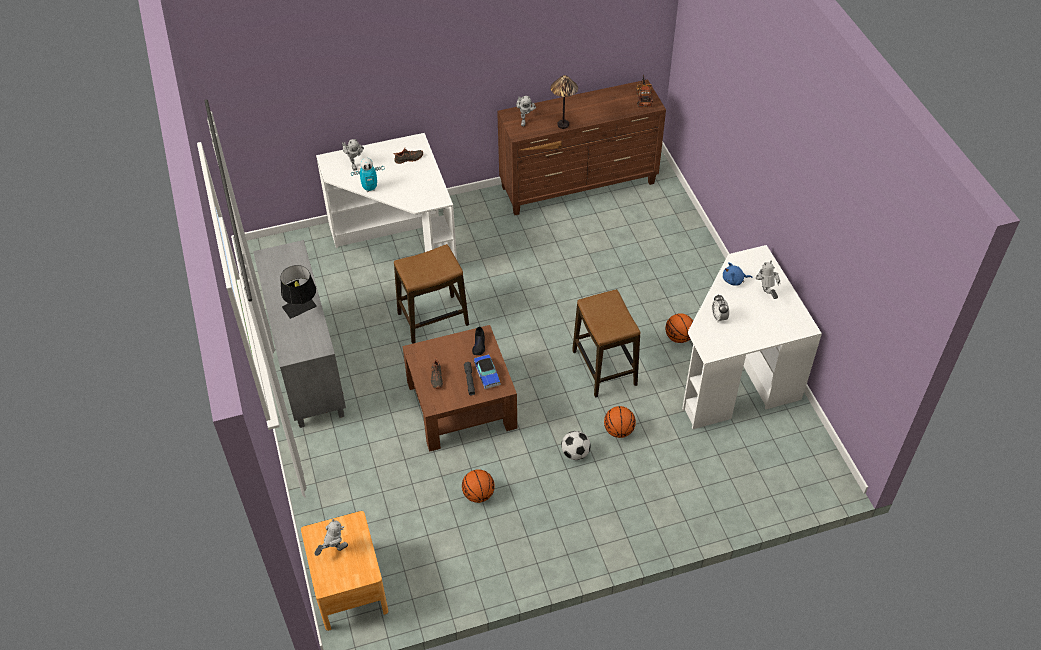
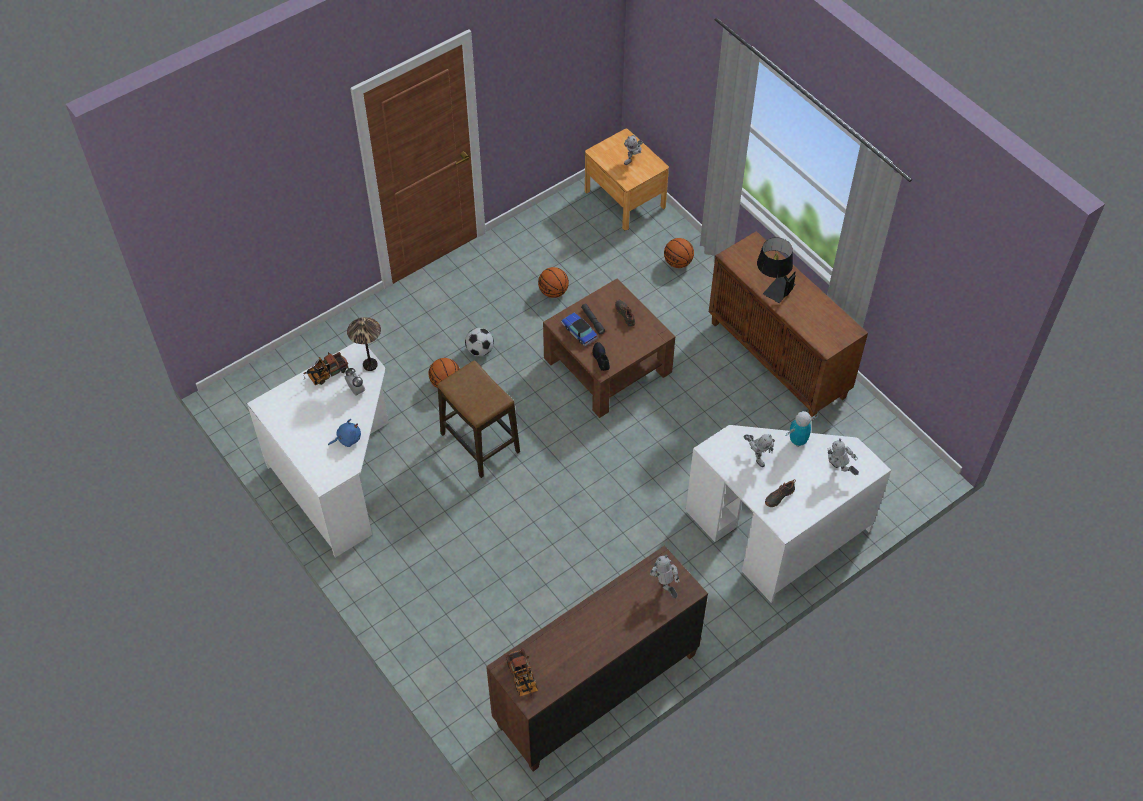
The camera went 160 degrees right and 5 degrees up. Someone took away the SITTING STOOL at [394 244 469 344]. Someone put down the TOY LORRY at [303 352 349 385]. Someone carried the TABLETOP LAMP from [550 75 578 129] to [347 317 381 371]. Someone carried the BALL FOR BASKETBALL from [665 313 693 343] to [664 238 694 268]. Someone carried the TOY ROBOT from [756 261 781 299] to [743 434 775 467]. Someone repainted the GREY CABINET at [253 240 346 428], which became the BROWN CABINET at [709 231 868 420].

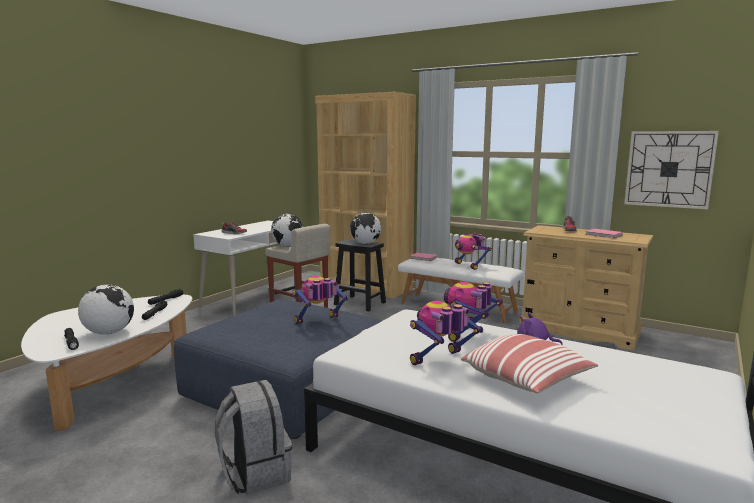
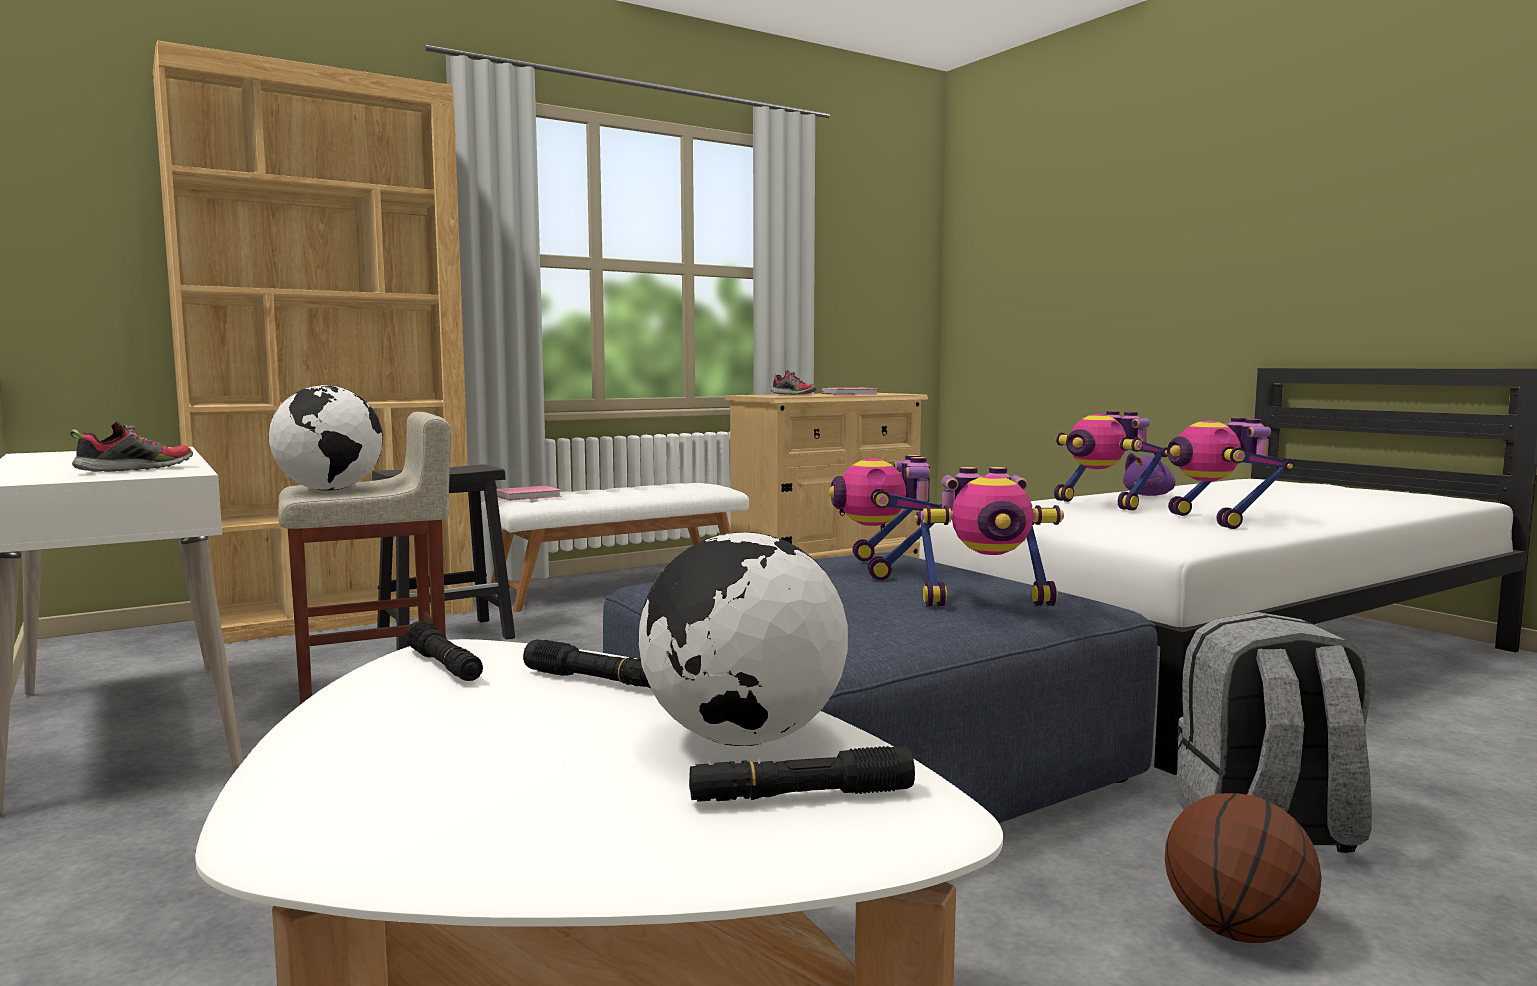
The camera went 65 degrees left and 5 degrees down. Someone took away the GLOBE at [350 213 381 244]. Someone took away the CUSHION at [461 334 598 393]. Someone took away the CLOCK ON THE WALL at [624 131 719 209]. Someone put down the BALL FOR BASKETBALL at [1165 793 1322 943]. Someone carried the TOY ROBOT from [455 233 492 270] to [914 467 1064 606].

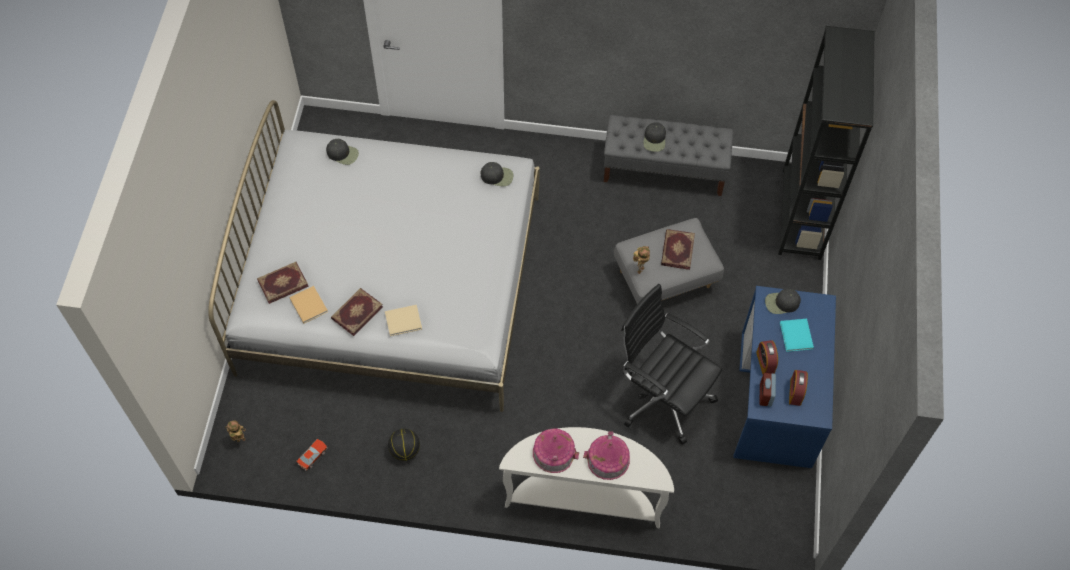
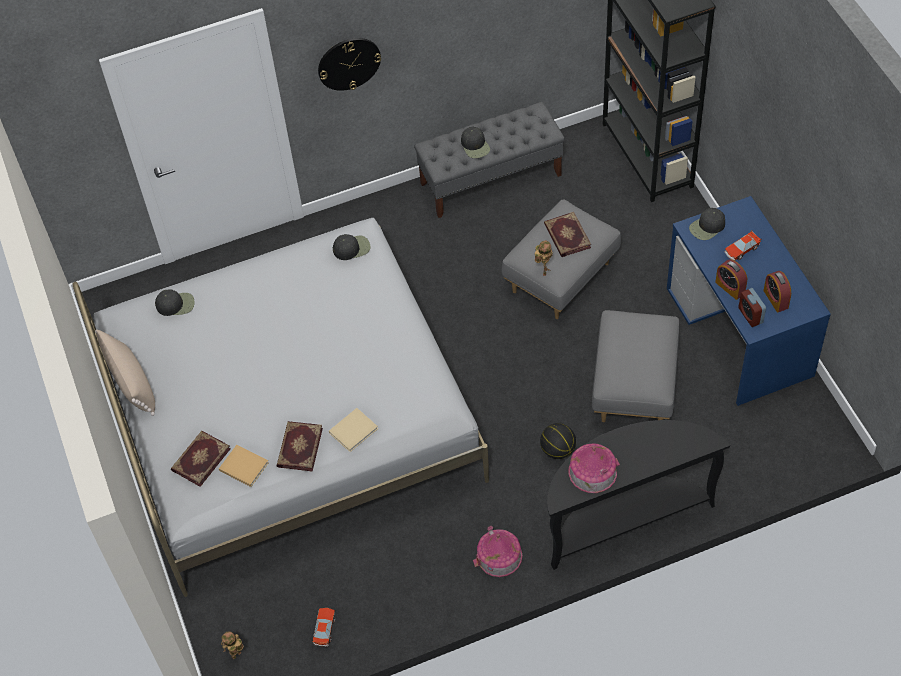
The camera went 25 degrees left and 5 degrees down. Someone put down the BEIGE CUSHION at [95 329 155 416]. Someone put up the CLOCK ON THE WALL at [318 38 381 91]. Someone carried the BALL FOR BASKETBALL from [388 429 420 461] to [540 423 576 459]. Someone carried the TOY HOUSE from [583 431 630 480] to [473 526 522 577]. Someone swapped the BLACK OFFICE CHAIR at [621 284 722 445] for the GREY FOOTREST at [592 310 680 422]. Someone swapped the TURQUOISE-COLOURED BOUND BOOK at [780 319 814 352] for the MINIATURE CAR at [725 230 762 261]. Someone repainted the WHITE-COLOURED NARROW TABLE at [499 427 674 528], which became the BLACK NARROW TABLE at [547 420 730 570].

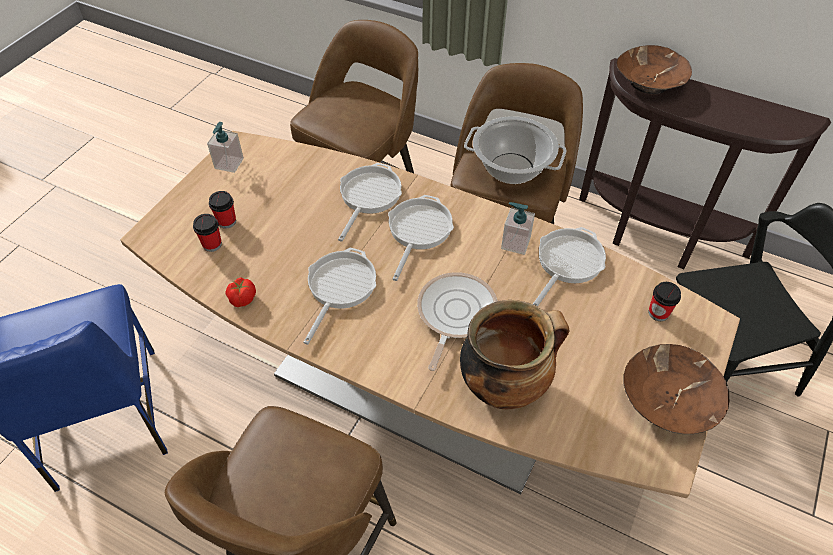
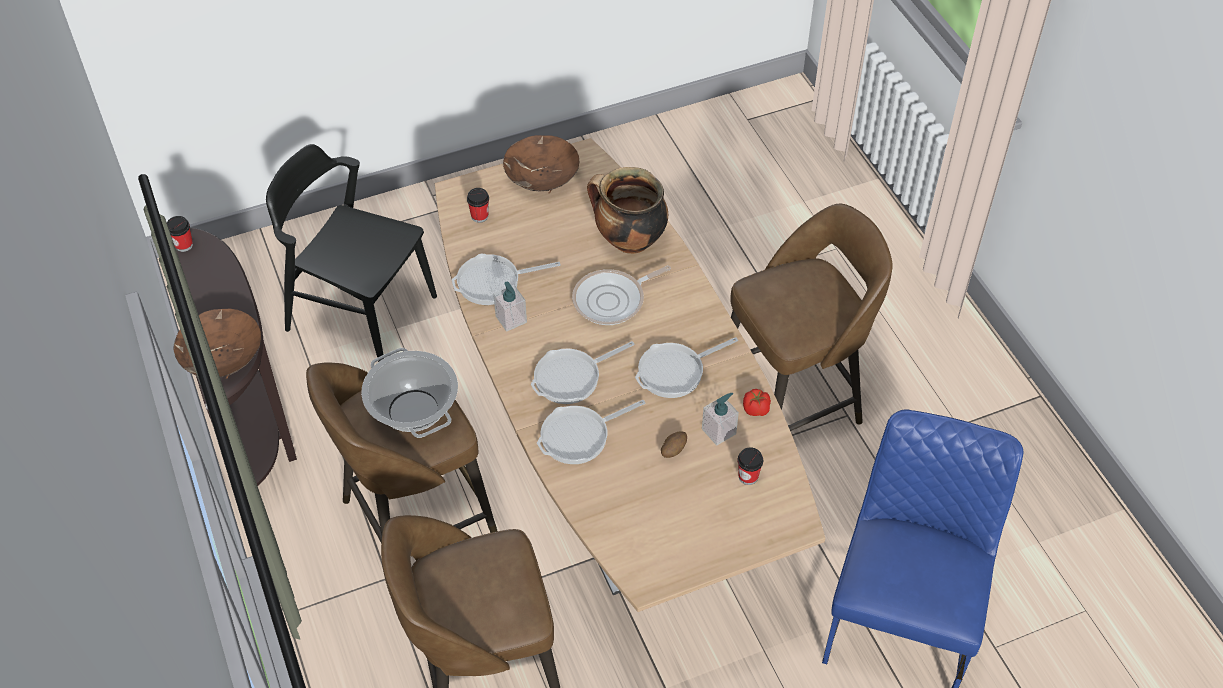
The camera went 140 degrees left and 0 degrees up. Someone put down the SPUD at [661 431 687 458]. Someone carried the SOAP BOTTLE from [207 122 244 173] to [702 393 739 446]. Someone carried the SMALL CUP from [209 191 236 229] to [167 216 193 252].

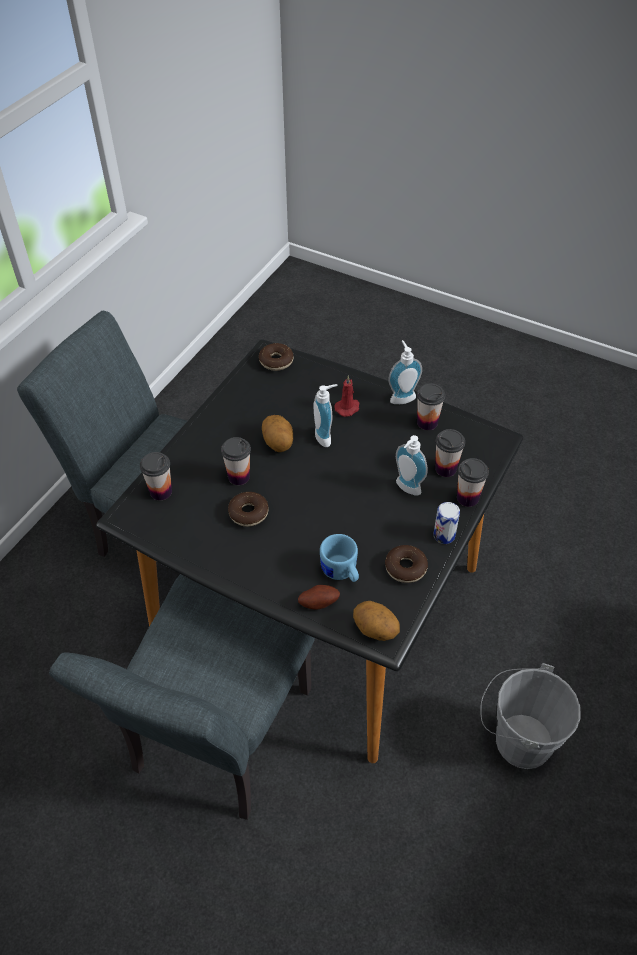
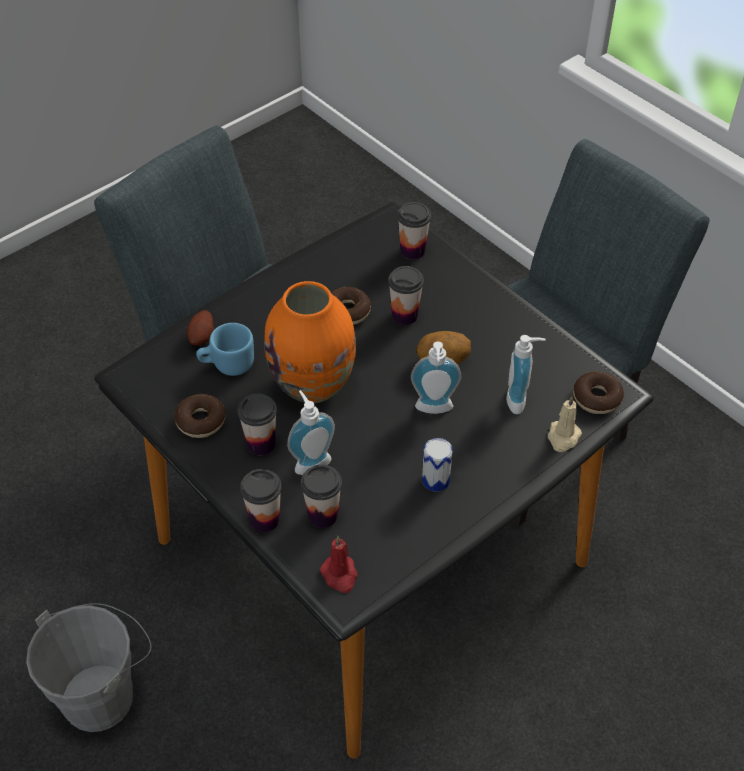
The camera went 110 degrees right and 0 degrees up. Someone took away the SPUD at [353 601 400 641]. Someone put down the ORANGE-COLOURED DECORATIVE VASE at [264 281 356 403]. Someone put down the BEIGE CANDLE at [548 396 582 452]. Someone carried the RED CANDLE from [334 375 359 417] to [320 536 357 593]. Someone carried the SOAP BOTTLE from [388 340 422 404] to [506 335 545 414]. Someone carried the SMALL CUP from [417 384 445 430] to [237 393 277 456]. Someone carried the CAN from [433 502 460 544] to [422 438 453 492].

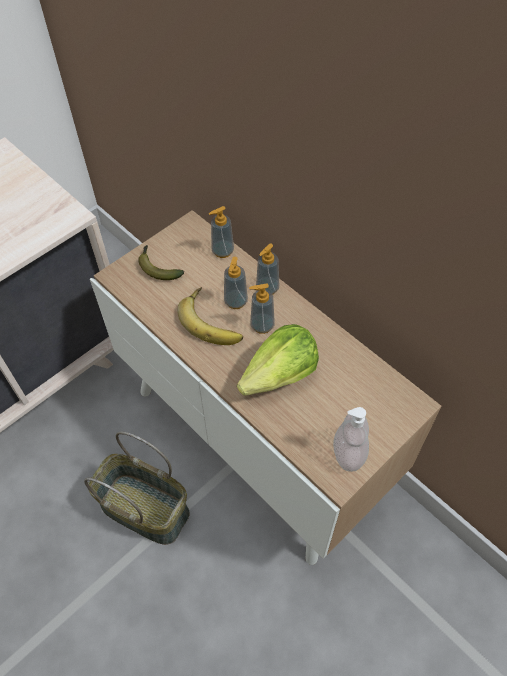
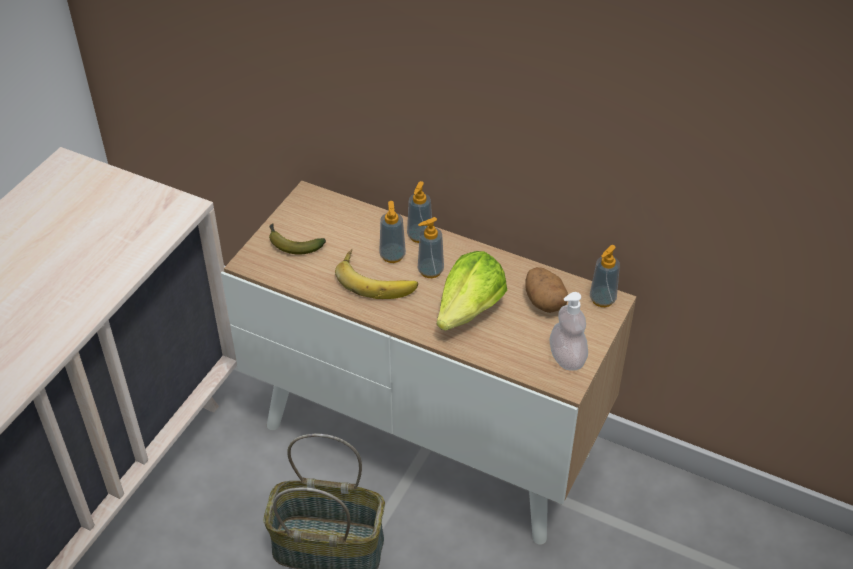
The camera went 20 degrees left and 10 degrees down. Someone put down the SPUD at [525 267 568 313]. Someone carried the SOAP BOTTLE from [209 206 234 258] to [590 245 620 307].

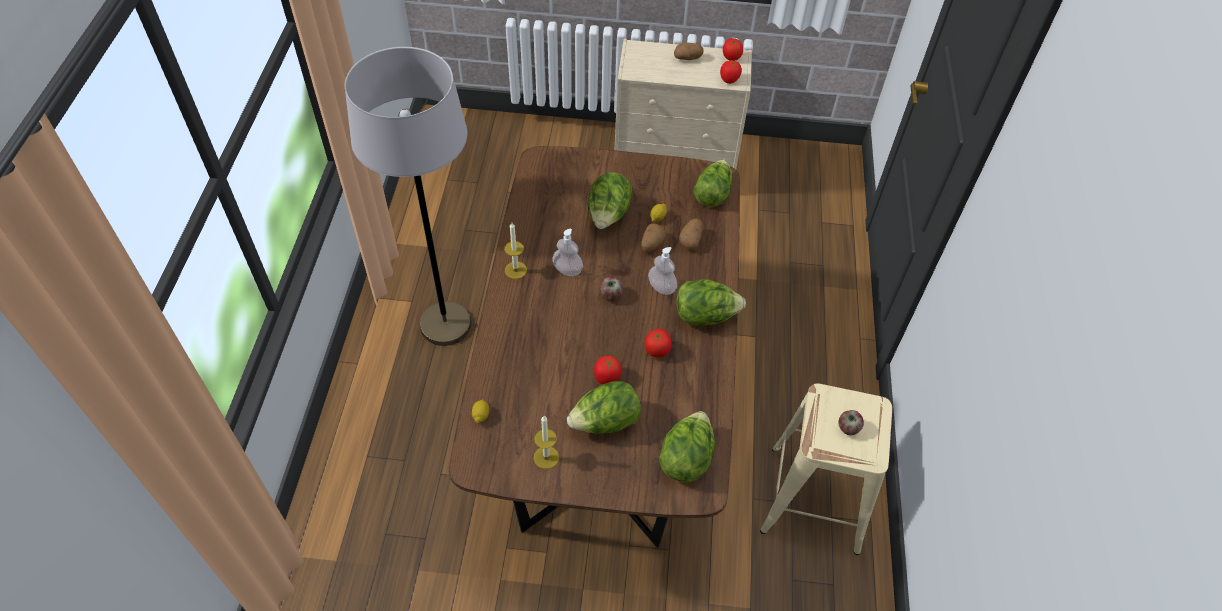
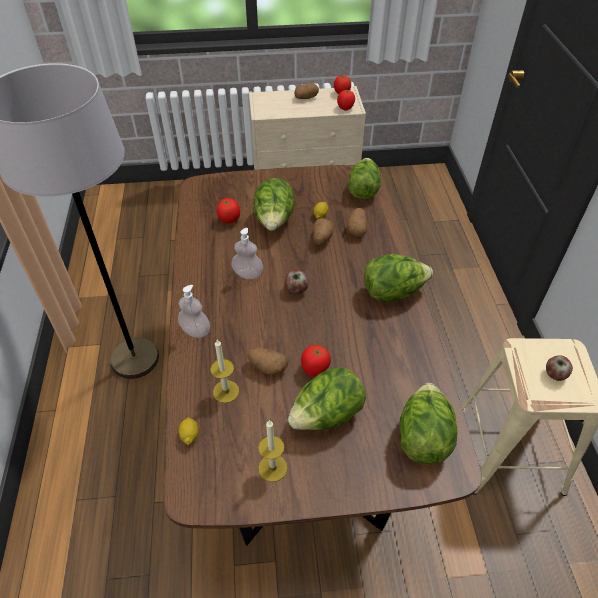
The camera went 10 degrees left and 5 degrees down. Someone put down the SPUD at [248 347 289 375]. Someone carried the CANDLE from [504 223 527 279] to [210 340 239 403]. Someone carried the WHOLE TOMATO from [645 329 672 357] to [217 198 240 223]. Someone carried the SOAP BOTTLE from [648 247 677 295] to [178 285 210 338].

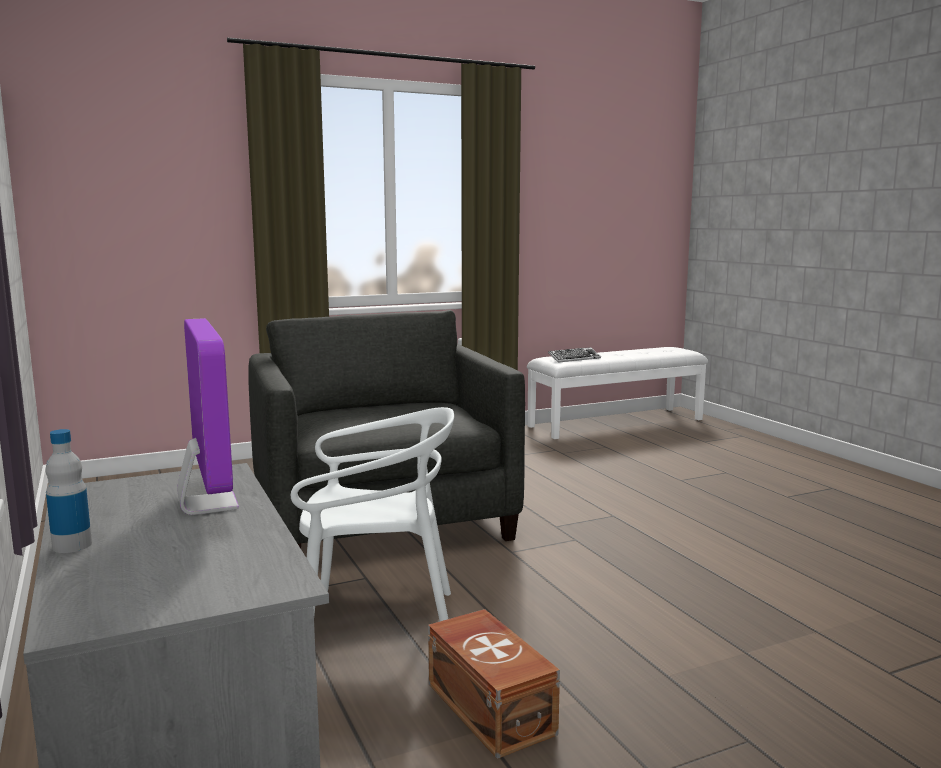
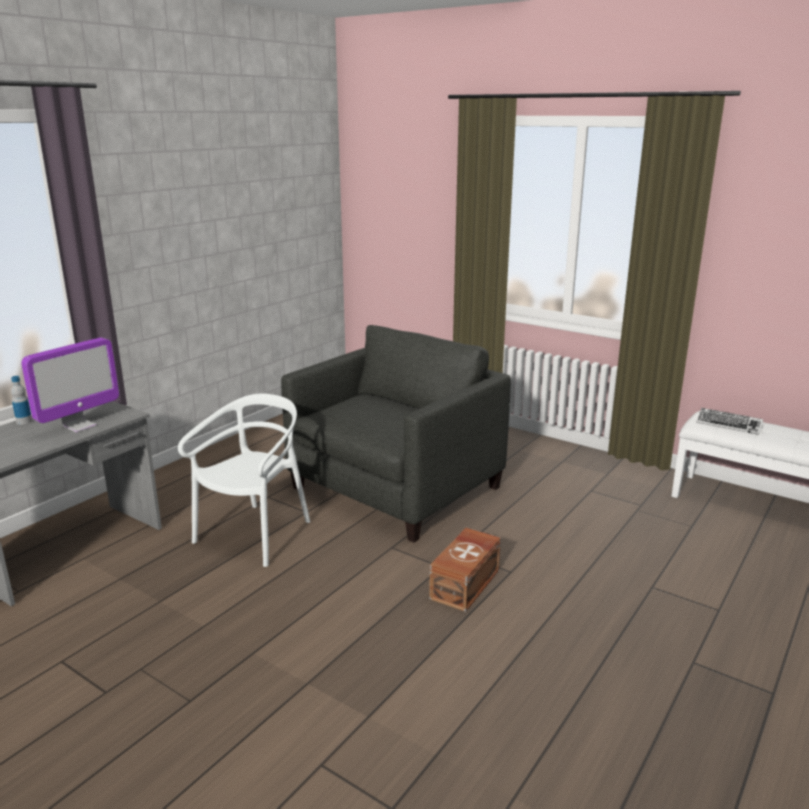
The camera went 60 degrees right and 10 degrees up. Someone carried the BROWN STORAGE CONTAINER from [428 609 560 759] to [429 528 501 612]. Someone rotated the WHITE-COLOURED UPRIGHT CHAIR at [291 407 454 621] by 120 degrees counterclockwise.

